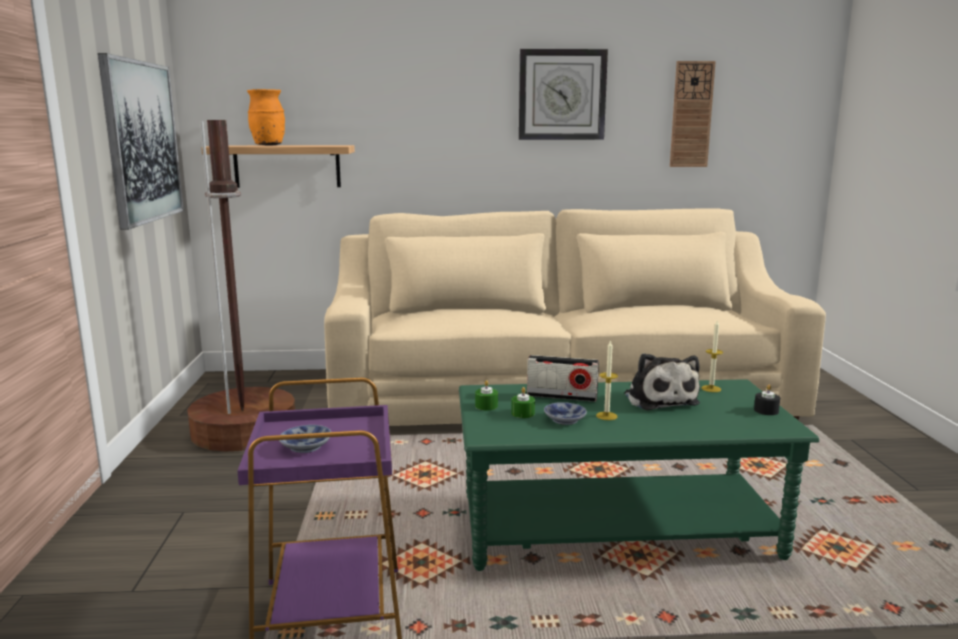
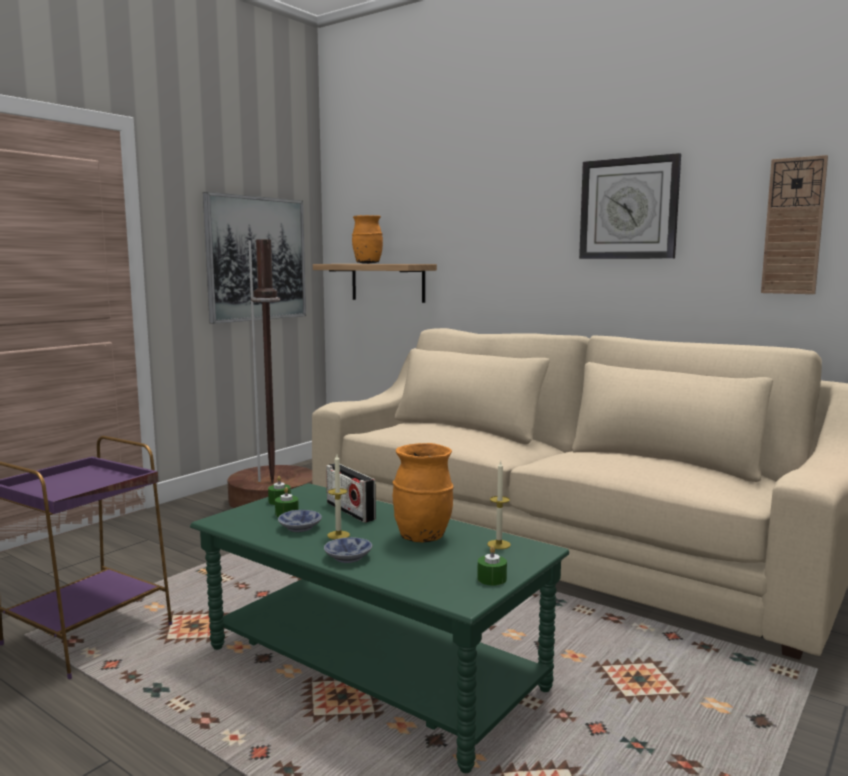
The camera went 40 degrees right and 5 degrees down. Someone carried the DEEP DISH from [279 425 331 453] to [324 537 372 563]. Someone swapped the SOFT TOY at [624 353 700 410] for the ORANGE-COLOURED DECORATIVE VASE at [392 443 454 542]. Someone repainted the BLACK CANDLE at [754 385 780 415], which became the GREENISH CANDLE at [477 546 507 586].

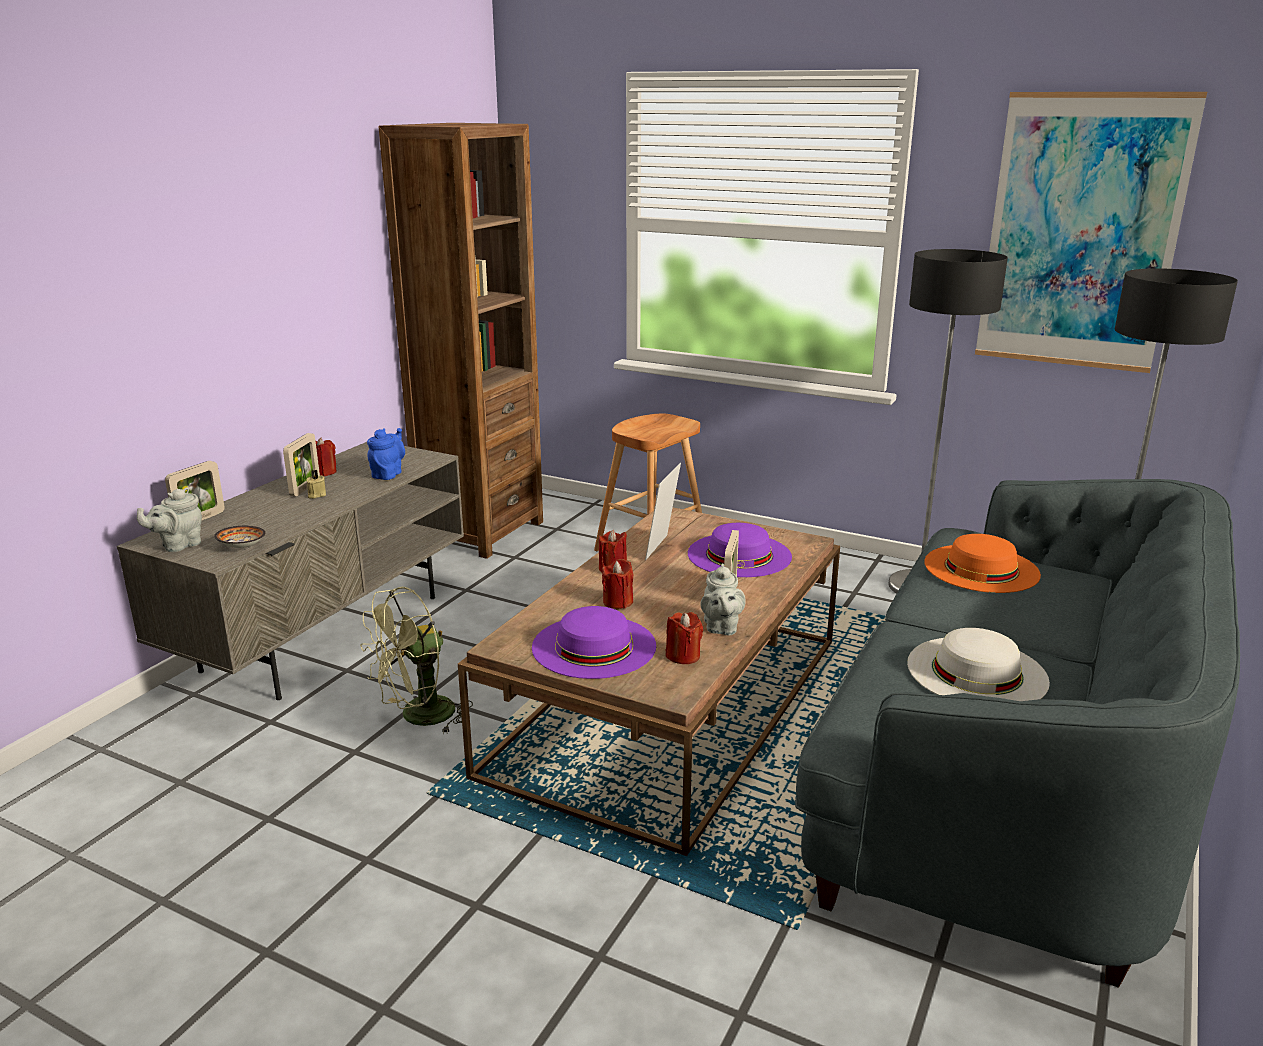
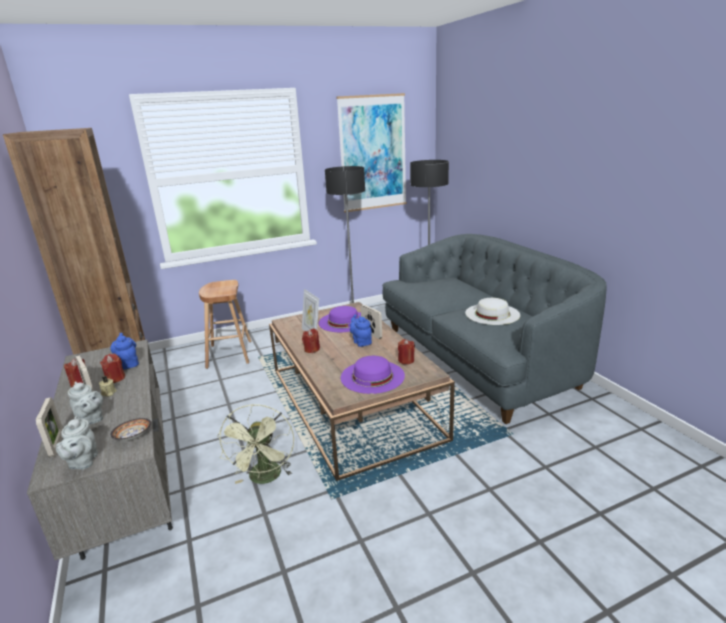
The camera went 50 degrees left and 0 degrees up. Someone took away the ORANGE-COLOURED WEARABLE HAT at [924 534 1041 593]. Someone put down the BLUISH POT FOR TEA at [350 315 372 347]. Someone carried the RED CANDLE from [602 559 633 609] to [100 354 125 383]. Someone carried the GREY POT FOR TEA from [700 564 746 635] to [68 381 103 425].

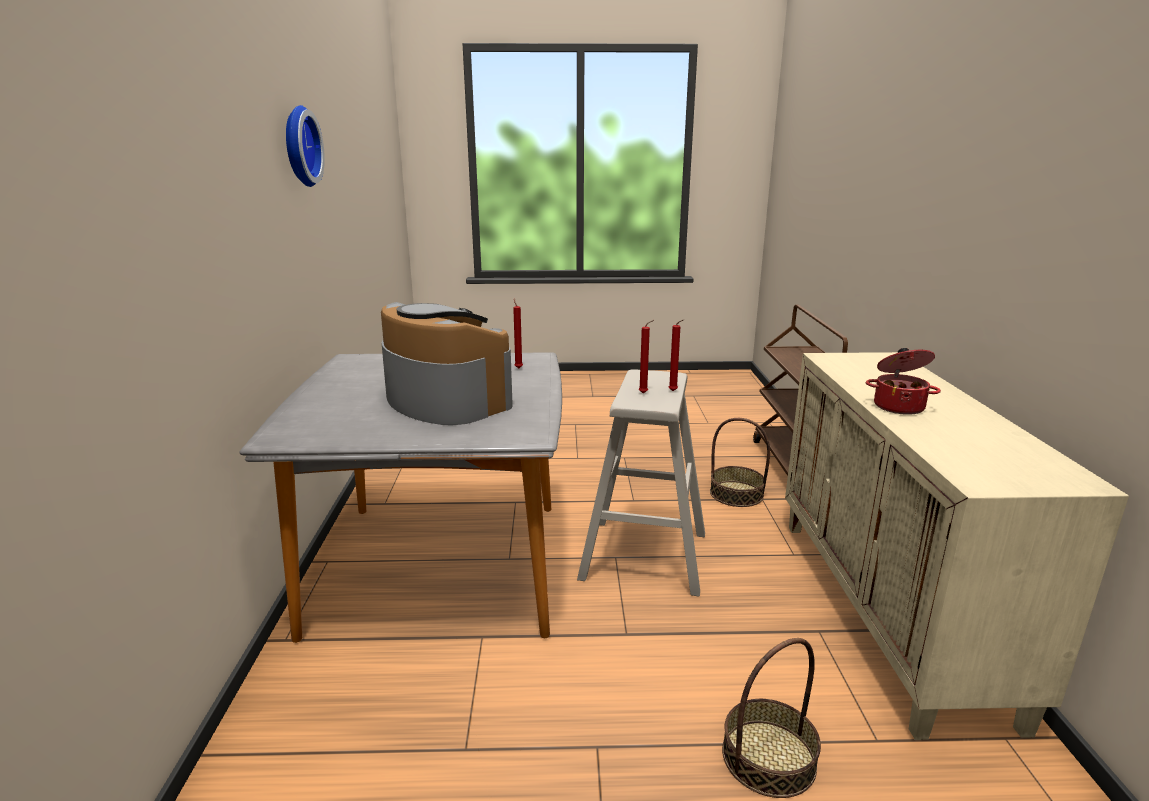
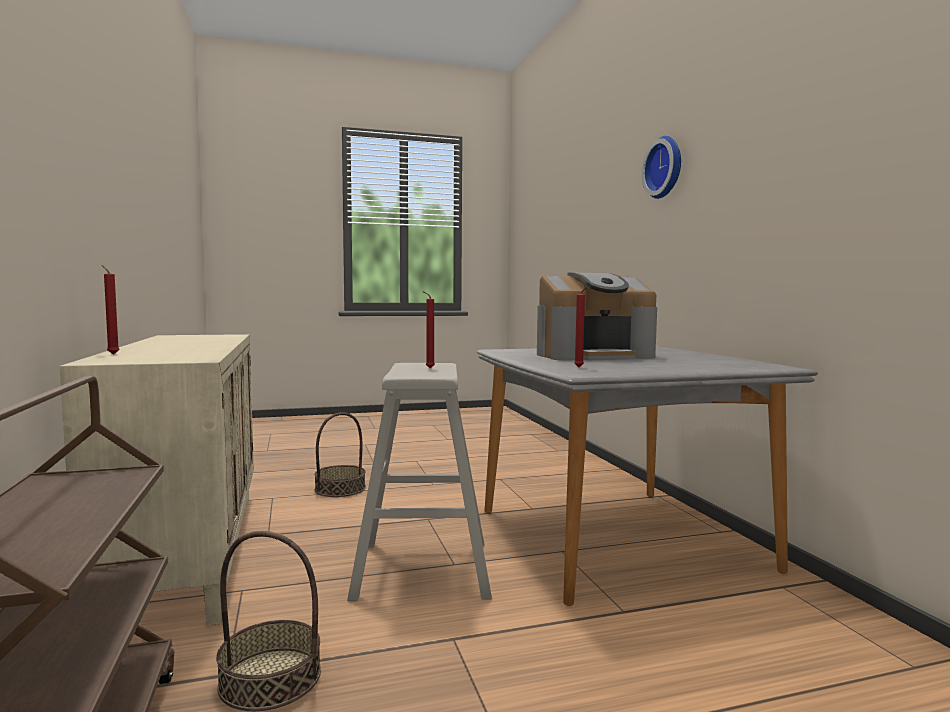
The camera went 165 degrees right and 15 degrees down. Someone took away the COOKING POT at [866 348 941 415]. Someone carried the CLOCK ON THE WALL from [286 105 325 187] to [642 136 681 199]. Someone carried the RED CANDLE from [669 319 684 391] to [102 265 120 355]. Someone rotated the COFFEE MACHINE at [381 302 513 425] by 45 degrees counterclockwise.

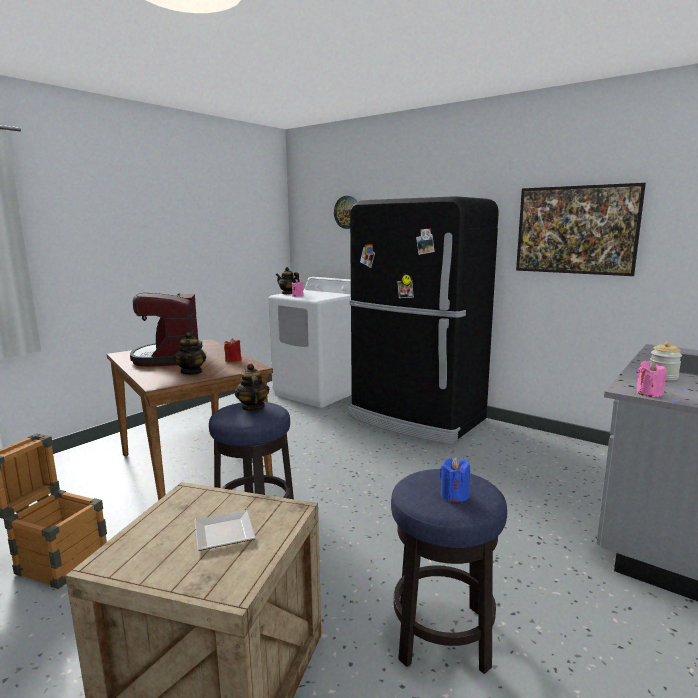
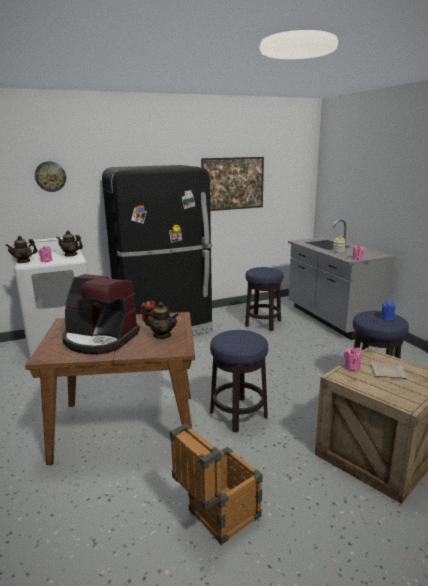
The camera went 60 degrees left and 5 degrees up. Someone put down the SITTING STOOL at [245 267 284 331]. Someone put down the PINK CANDLE at [344 347 362 371]. Someone carried the POT FOR TEA from [235 363 269 411] to [57 230 83 257].

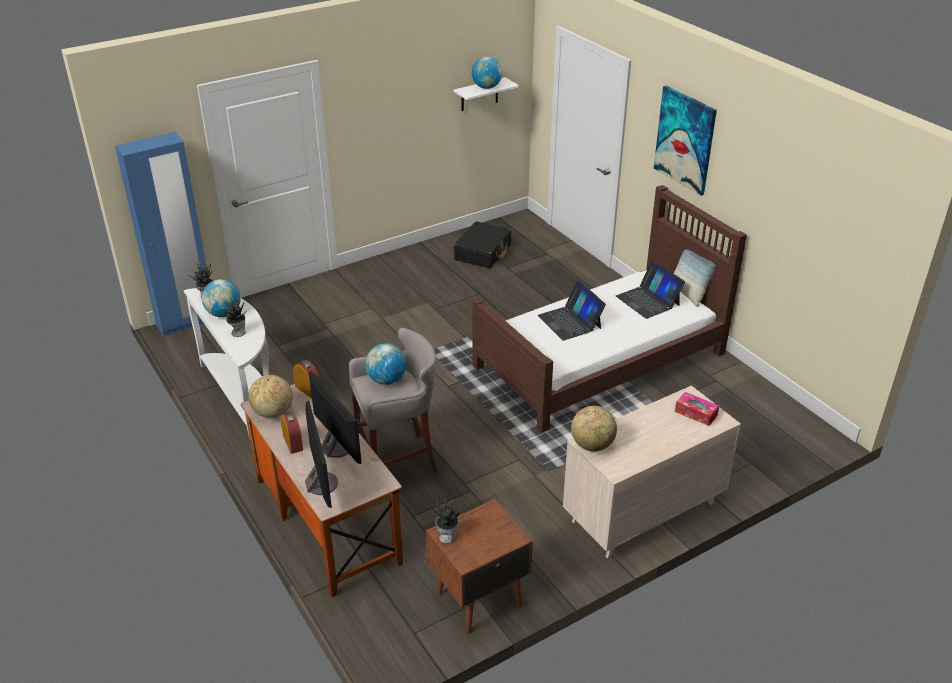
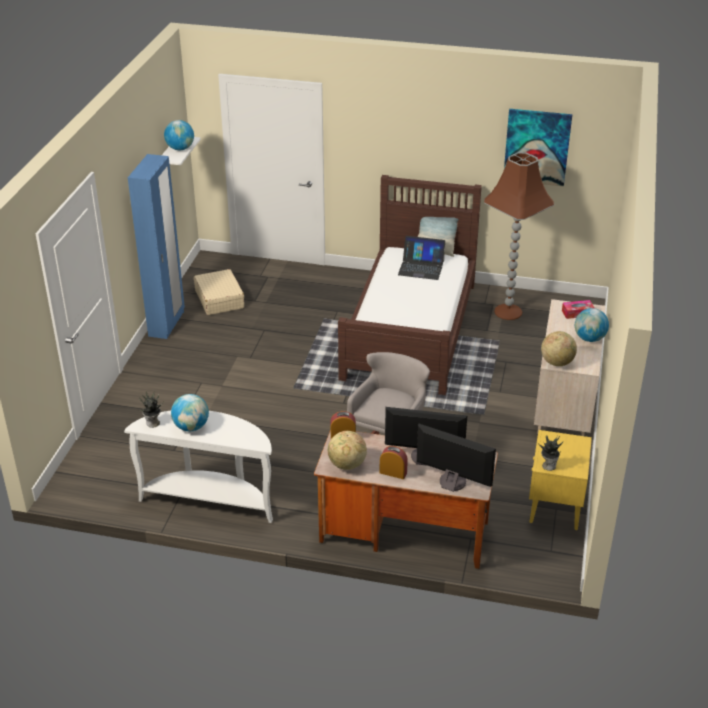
The camera went 45 degrees left and 0 degrees up. Someone took away the PLANT IN A POT at [220 298 246 337]. Someone took away the PORTABLE COMPUTER at [538 280 606 341]. Someone put down the BROWN STANDARD LAMP at [484 152 554 320]. Someone carried the BLUISH ARMOIRE from [115 132 207 337] to [128 154 185 339]. Someone carried the GLOBE from [365 343 407 385] to [575 308 609 342]. Someone carried the PICTURE from [654 86 717 196] to [504 109 573 186]. Someone repainted the BROWN NIGHT TABLE at [426 499 533 634], which became the YELLOW NIGHT TABLE at [529 430 592 530]. Someone repainted the BLACK SUITCASE at [454 221 511 268], which became the BEIGE SUITCASE at [194 269 244 315].

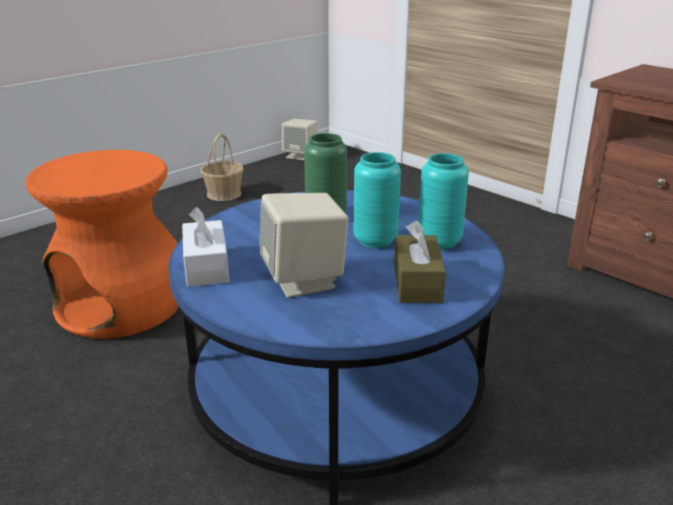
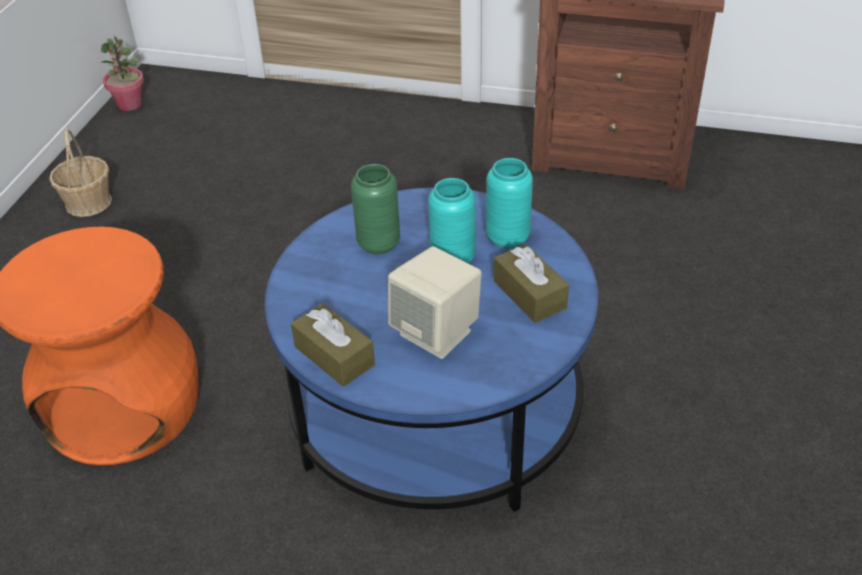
The camera went 30 degrees left and 15 degrees up. Someone swapped the BEIGE LOUDSPEAKER at [282 119 318 160] for the PLANT IN A POT at [101 36 144 111]. Someone repainted the WHITE-COLOURED BOX OF TISSUES at [182 207 229 287], which became the BROWN BOX OF TISSUES at [291 303 375 387].

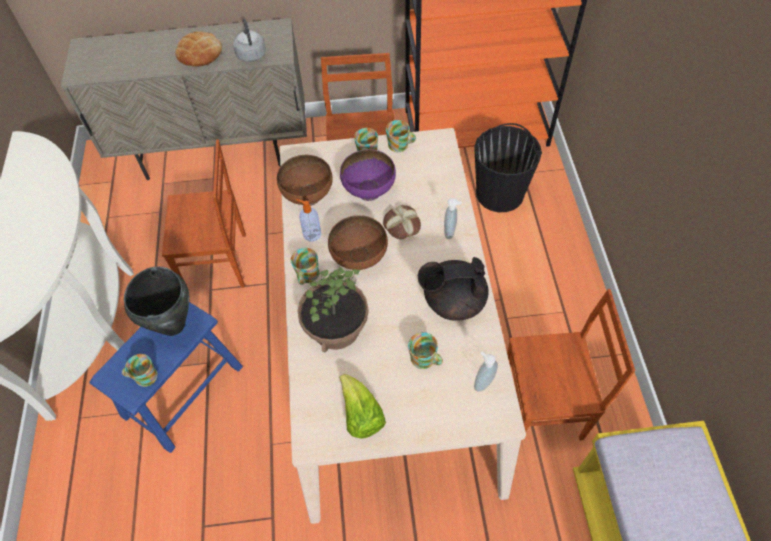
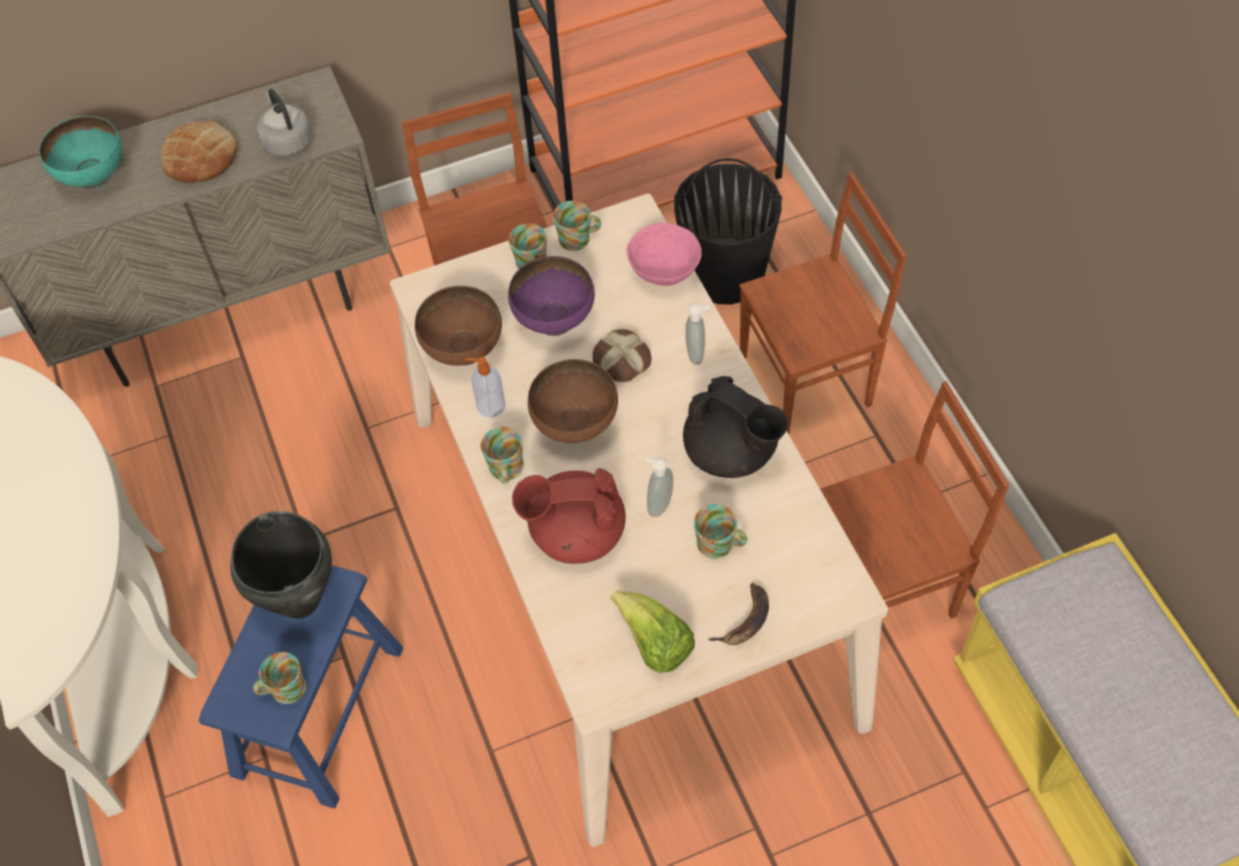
The camera went 15 degrees left and 0 degrees up. Someone put down the TURQUOISE-COLOURED DEEP DISH at [39 116 122 190]. Someone put down the PINK DEEP DISH at [626 223 702 286]. Someone put down the BANANA at [708 583 769 645]. Someone carried the BROWN UPRIGHT CHAIR from [162 139 246 288] to [739 172 907 434]. Someone carried the SOAP BOTTLE from [474 351 498 392] to [645 457 673 517]. Someone swapped the PLANT IN A POT at [297 266 369 353] for the RED POT FOR TEA at [512 468 626 564]. Someone rotated the BLACK POT FOR TEA at [418 257 489 321] by 120 degrees counterclockwise.

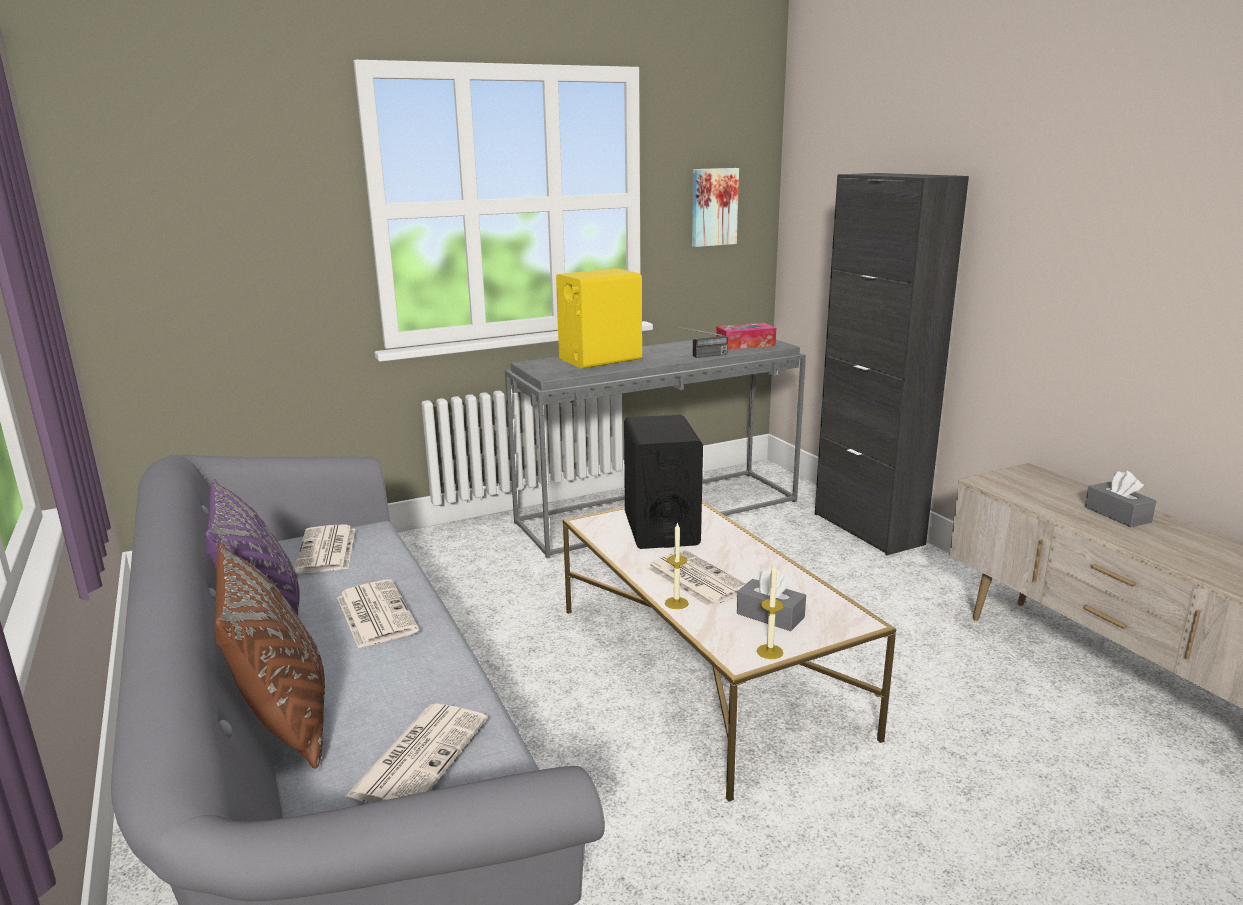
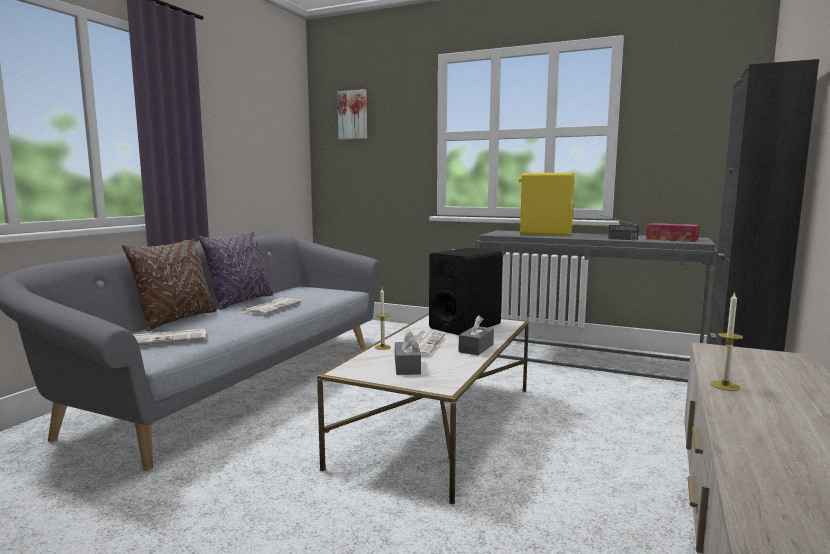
The camera went 50 degrees right and 10 degrees down. Someone took away the NEWSPAPER at [294 524 355 574]. Someone carried the PICTURE from [692 168 739 247] to [337 89 367 140]. Someone carried the CANDLE from [757 563 784 659] to [711 292 743 391]. Someone carried the GREY BOX OF TISSUES from [1085 471 1156 527] to [459 315 494 355].

